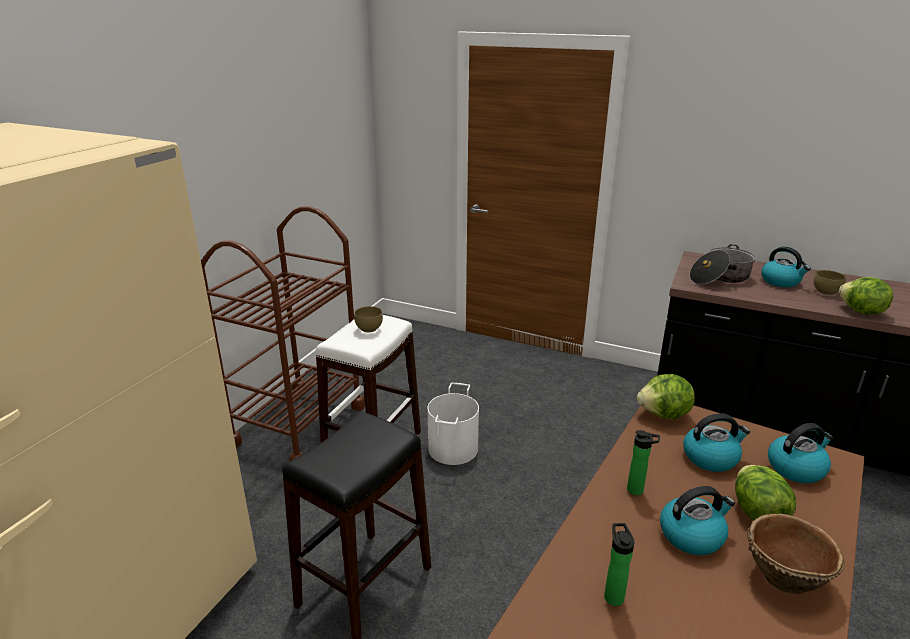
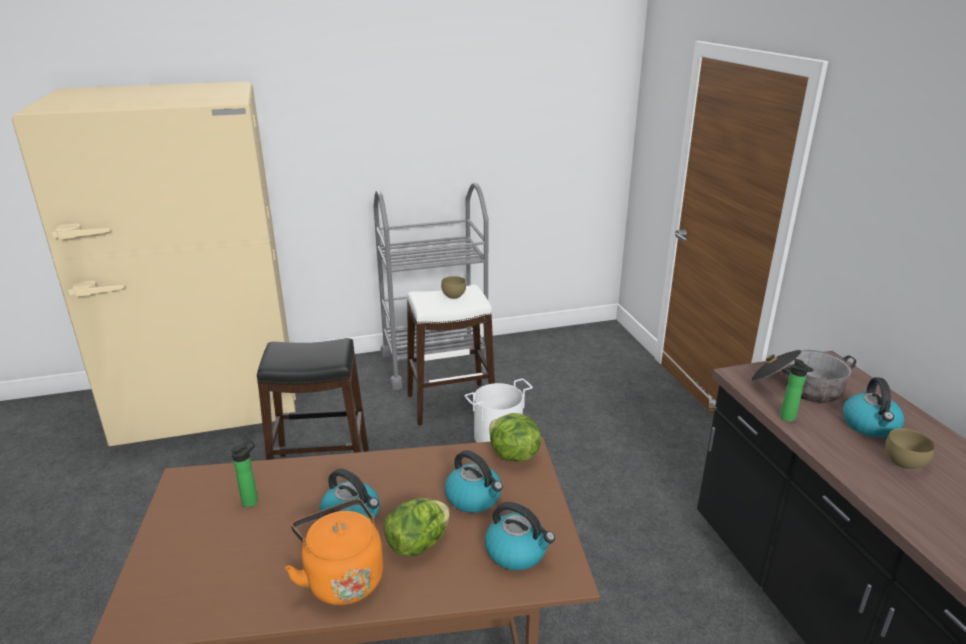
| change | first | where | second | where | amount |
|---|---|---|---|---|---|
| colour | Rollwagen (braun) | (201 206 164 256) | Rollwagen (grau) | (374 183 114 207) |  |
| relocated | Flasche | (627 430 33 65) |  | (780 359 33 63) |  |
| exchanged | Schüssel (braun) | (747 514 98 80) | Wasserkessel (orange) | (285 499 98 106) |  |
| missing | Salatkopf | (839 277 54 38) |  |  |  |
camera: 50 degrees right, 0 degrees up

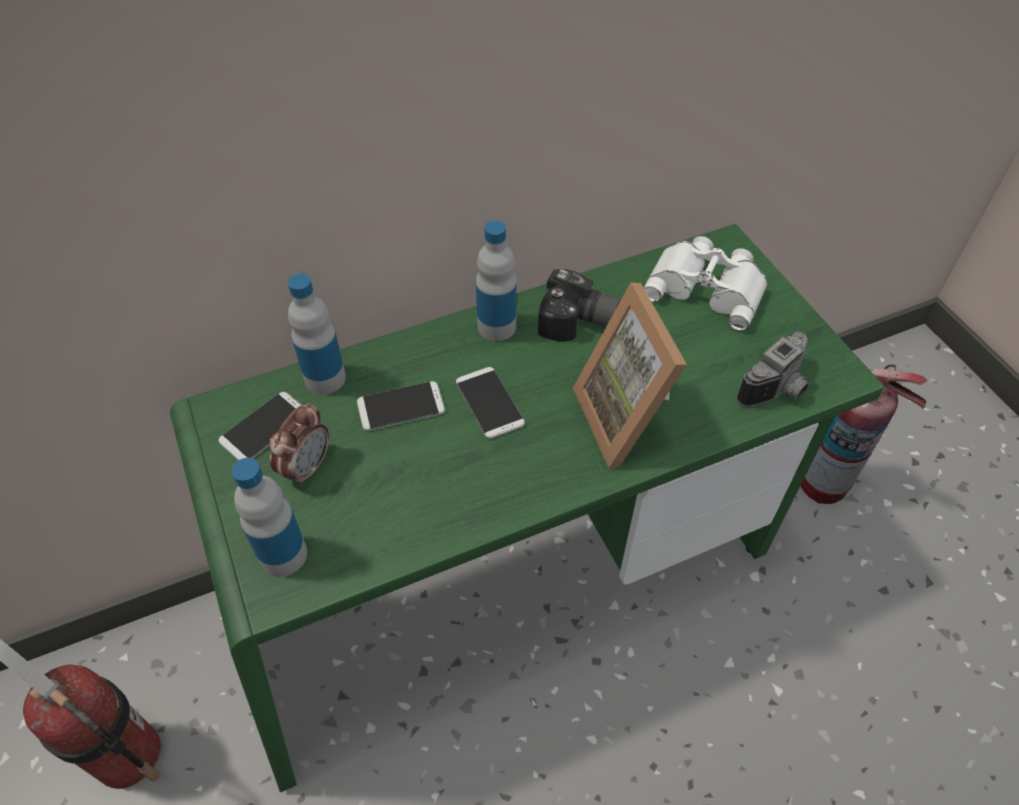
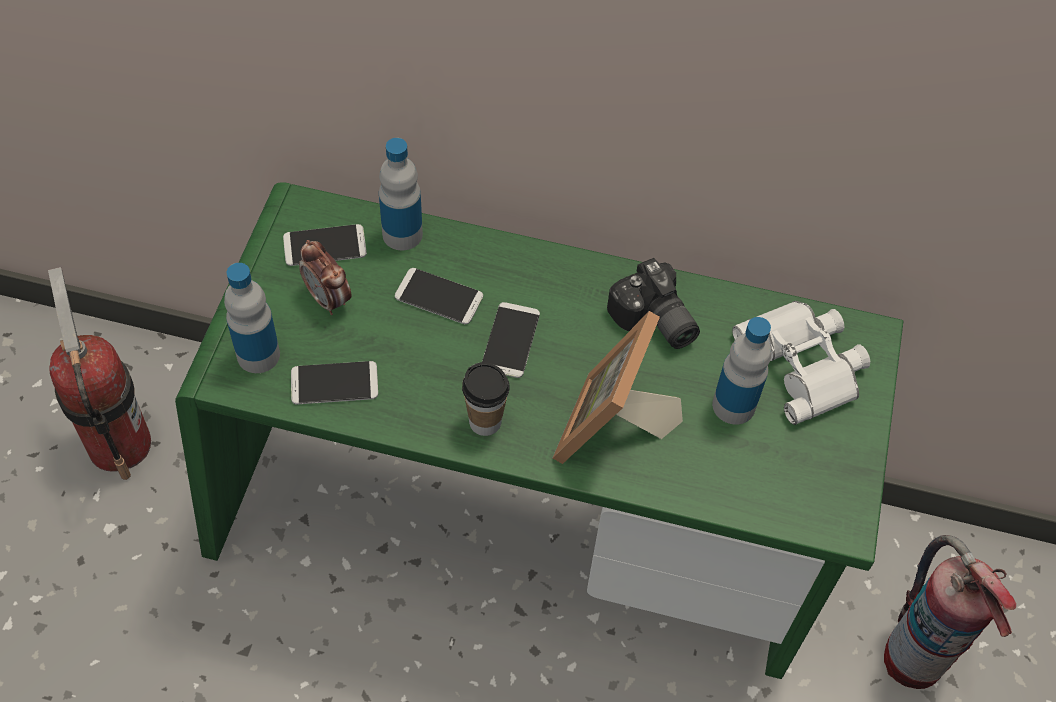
| change | first | where | second | where | amount |
|---|---|---|---|---|---|
| spun | Wecker | (269 403 60 84) |  | (299 240 52 75) | 75 degrees clockwise |
| relocated | Flasche | (476 220 41 121) |  | (712 317 59 108) |  |
| missing | Kamera | (736 331 72 76) |  |  |  |
| appeared |  |  | Handy | (291 361 87 43) |  |
| appeared |  |  | Tasse | (462 362 48 74) |  |
camera: 35 degrees right, 5 degrees up

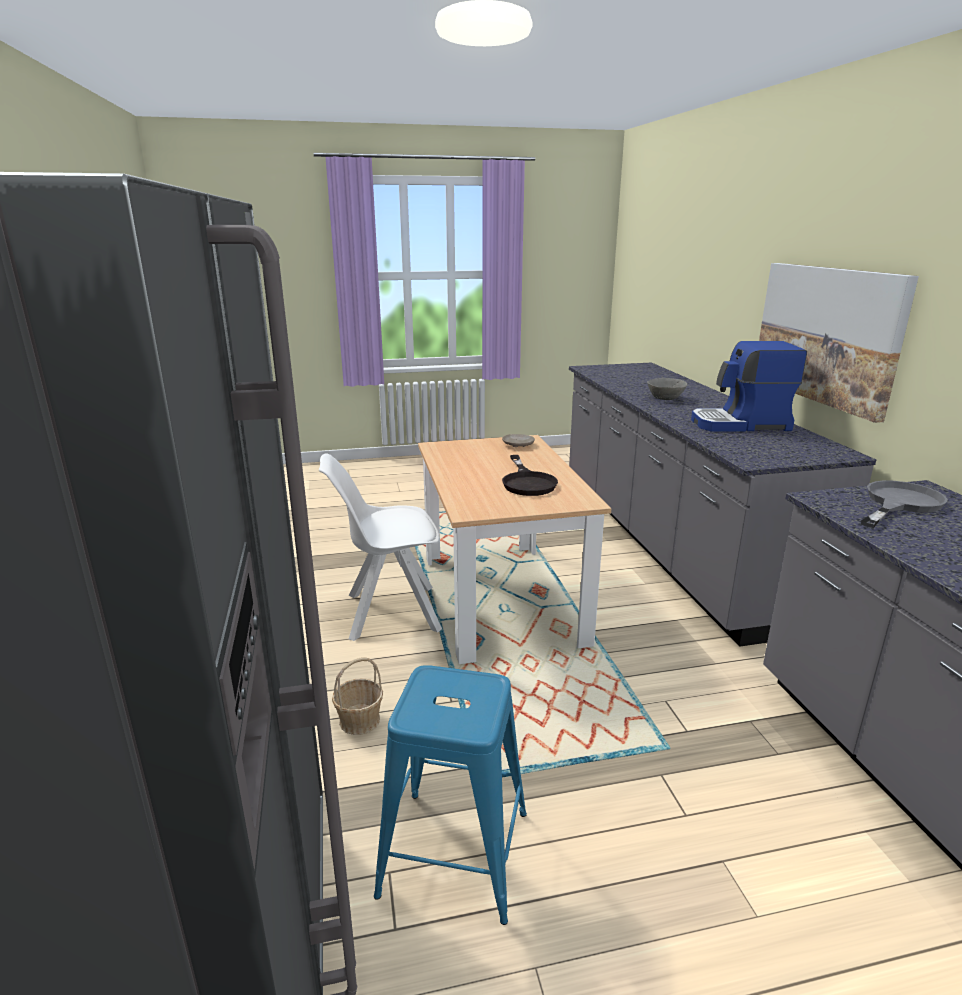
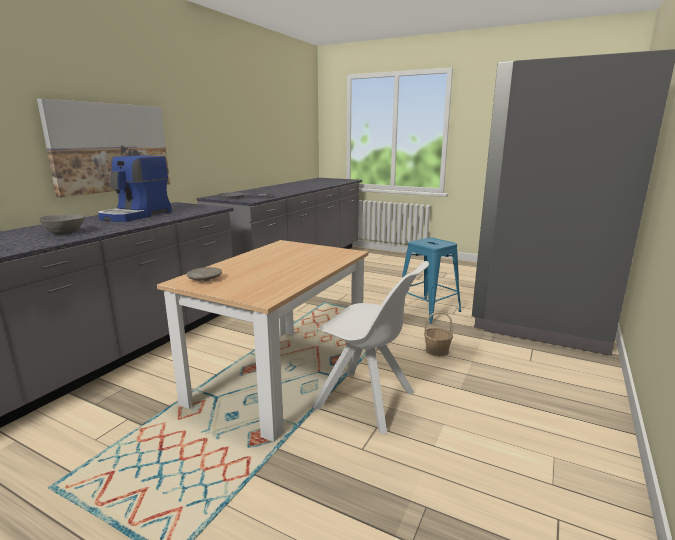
| change | first | where | second | where | amount |
|---|---|---|---|---|---|
| missing | Pfanne (schwarz) | (502 455 56 41) |  |  |  |
| spun | Kaffeemaschine | (691 341 116 90) |  | (98 156 74 66) | 75 degrees clockwise |
camera: 140 degrees left, 5 degrees down

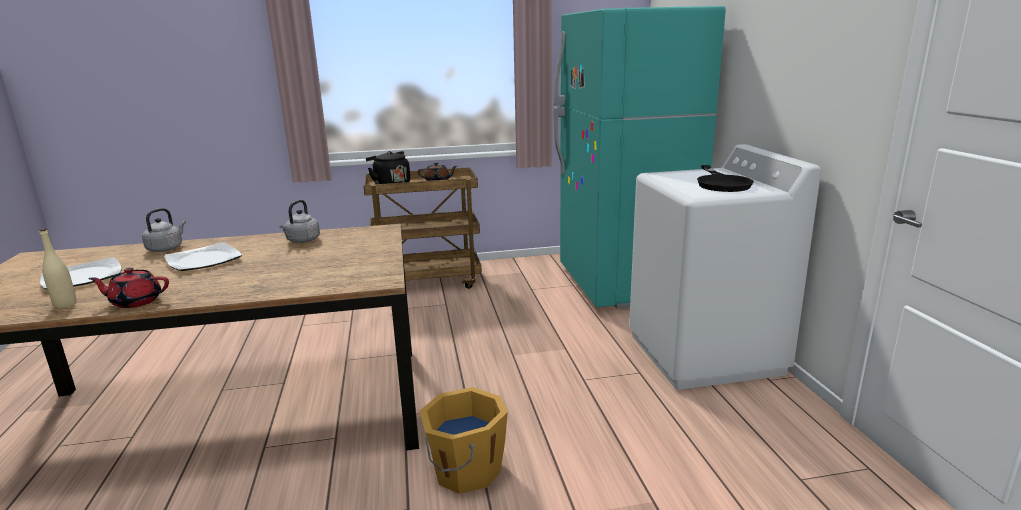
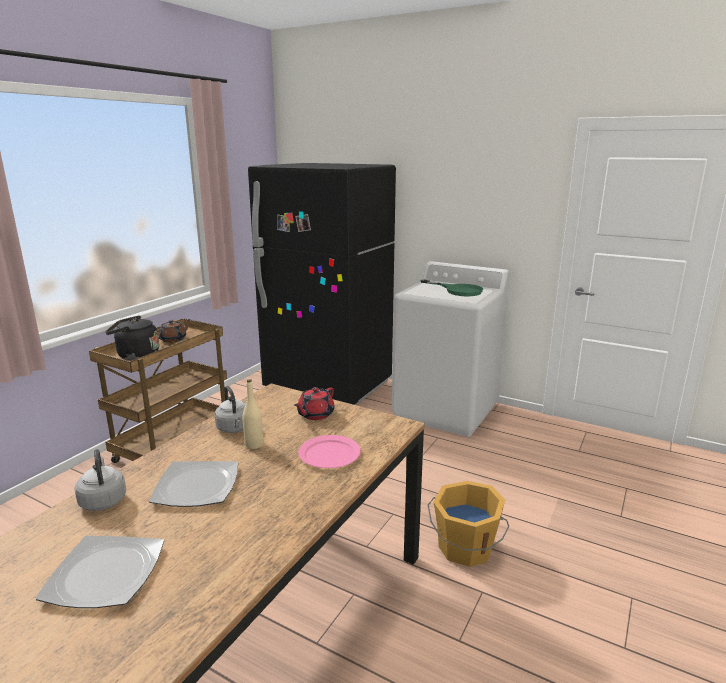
| change | first | where | second | where | amount |
|---|---|---|---|---|---|
| relocated | Flasche (beige) | (39 229 38 79) |  | (243 379 20 70) |  |
| relocated | Teekanne (rot) | (88 268 81 40) |  | (294 387 41 33) |  |
| colour | Kühlschrank (türkis) | (553 6 173 303) | Kühlschrank (schwarz) | (248 163 148 242) |  |
| colour | Pfanne (schwarz) | (697 165 57 27) | Pfanne (grün) | (420 279 63 17) |  |
| appeared |  |  | Teller (rosa) | (298 435 63 33) |  |
camera: 50 degrees left, 0 degrees up

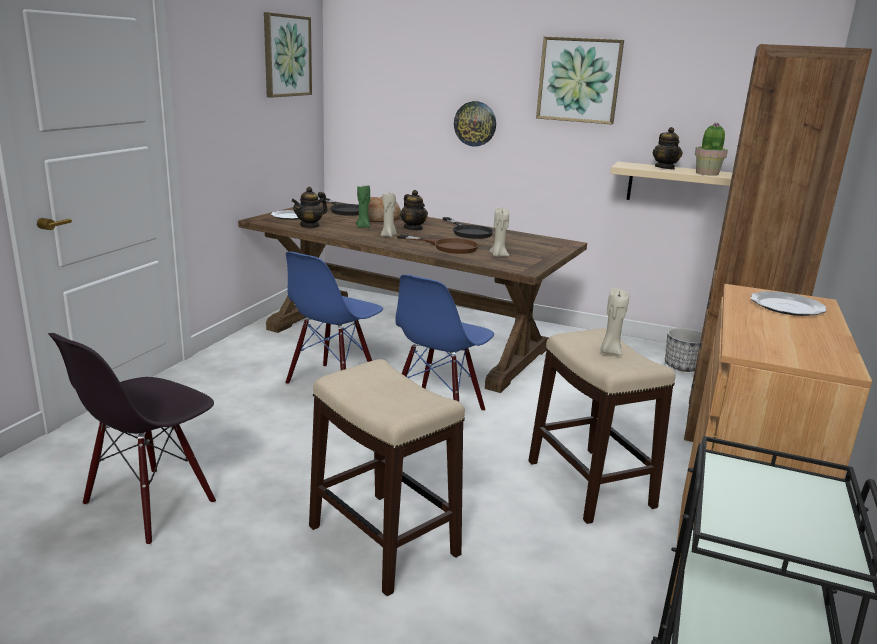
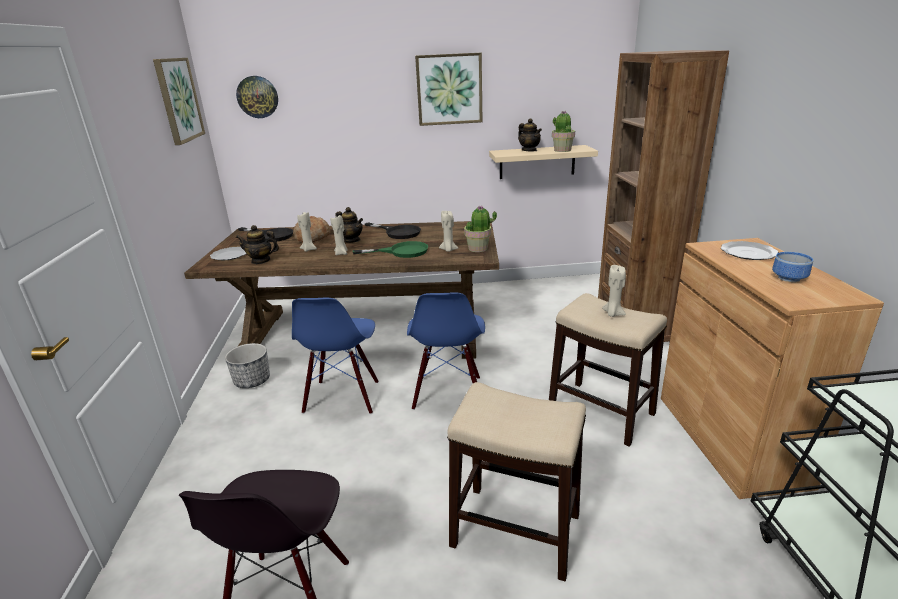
| change | first | where | second | where | amount |
|---|---|---|---|---|---|
| spun | Teekanne | (291 186 37 42) |  | (236 225 43 39) | 75 degrees clockwise |
| colour | Kerze (grün) | (356 185 14 43) | Kerze (beige) | (297 211 20 41) |  |
| colour | Pfanne (braun) | (397 234 82 20) | Pfanne (grün) | (352 241 76 17) |  |
| relocated | Wanduhr | (454 101 42 46) |  | (236 76 42 42) |  |
| relocated | Pflanzkübel | (665 328 37 44) |  | (225 343 45 45) |  |
| appeared |  |  | Topfpflanze | (464 205 33 47) |  |
| appeared |  |  | Schüssel | (772 252 41 30) |  |
camera: 25 degrees left, 5 degrees up

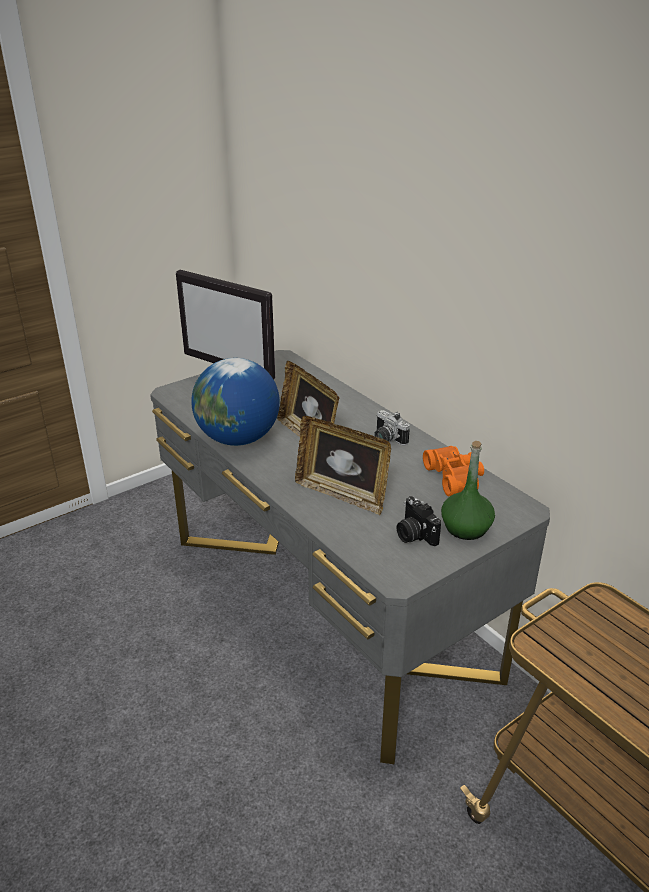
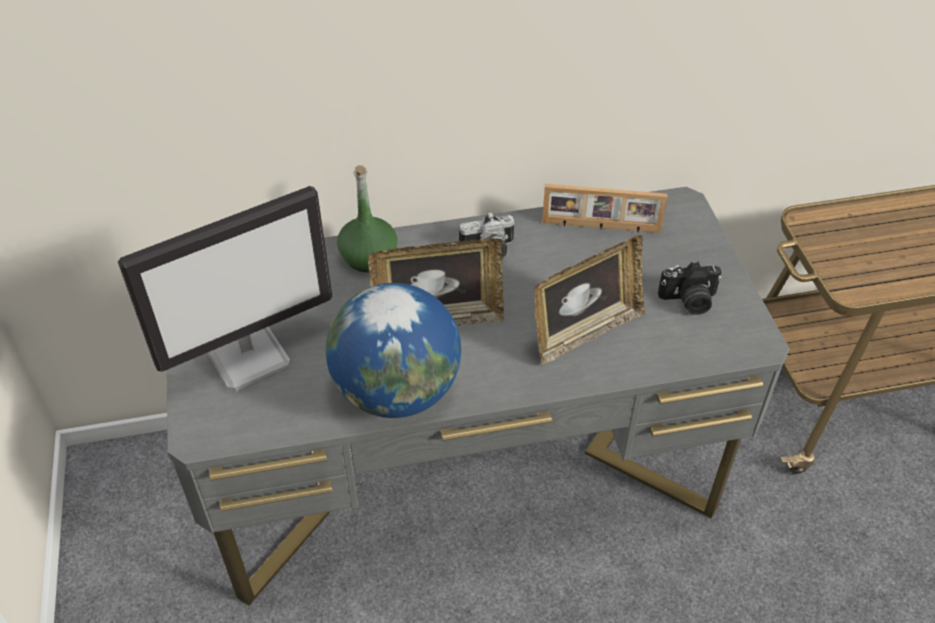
| change | first | where | second | where | amount |
|---|---|---|---|---|---|
| exchanged | Fernglas (orange) | (423 446 61 50) | Bilderrahmen | (542 184 126 49) |  |
| relocated | Flasche (grün) | (441 441 54 99) |  | (337 165 61 107) |  |
camera: 65 degrees left, 15 degrees up

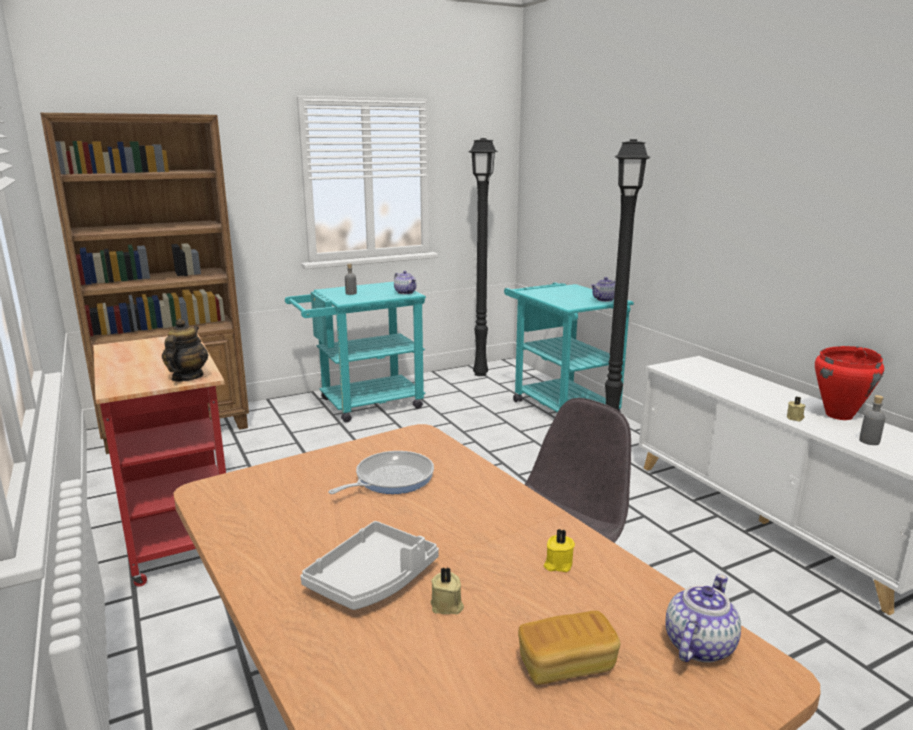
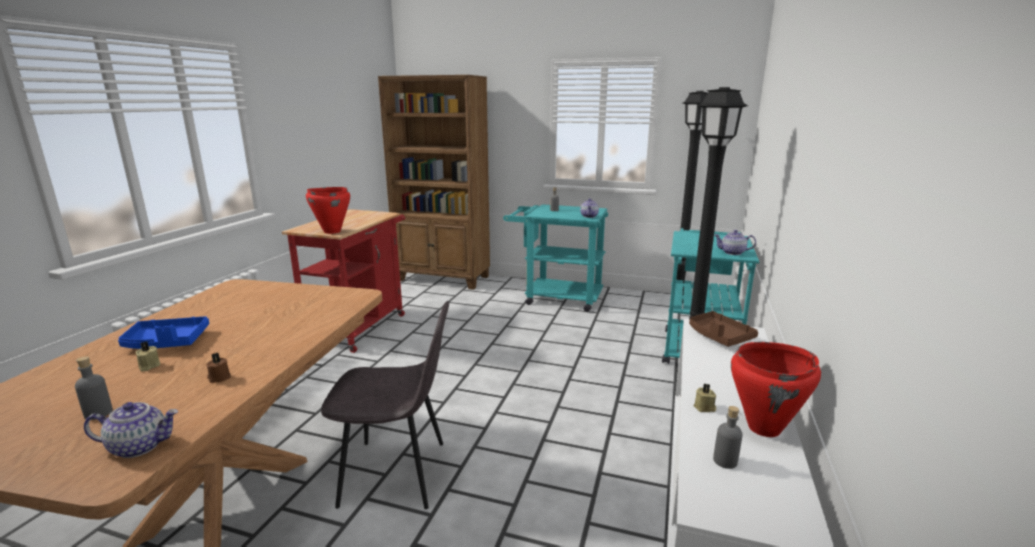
| change | first | where | second | where | amount |
|---|---|---|---|---|---|
| exchanged | Teekanne | (162 318 46 64) | Kochtopf (rot) | (306 187 44 47) |  |
| colour | Tablett (grau) | (300 521 139 89) | Tablett (blau) | (118 316 91 33) |  |
| missing | Pfanne | (328 451 106 43) |  |  |  |
| exchanged | Brot | (518 611 102 74) | Flasche (grau) | (75 356 38 64) |  |
| colour | Kerze (gelb) | (544 529 31 43) | Kerze (braun) | (206 353 25 30) |  |
| appeared |  |  | Tablett (braun) | (689 311 69 36) |  |
camera: 45 degrees right, 0 degrees up

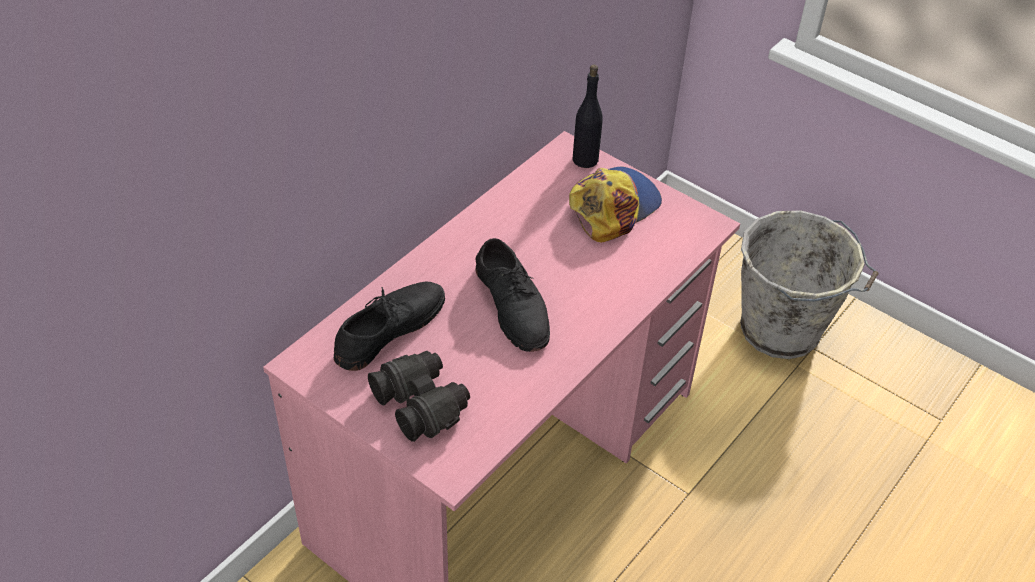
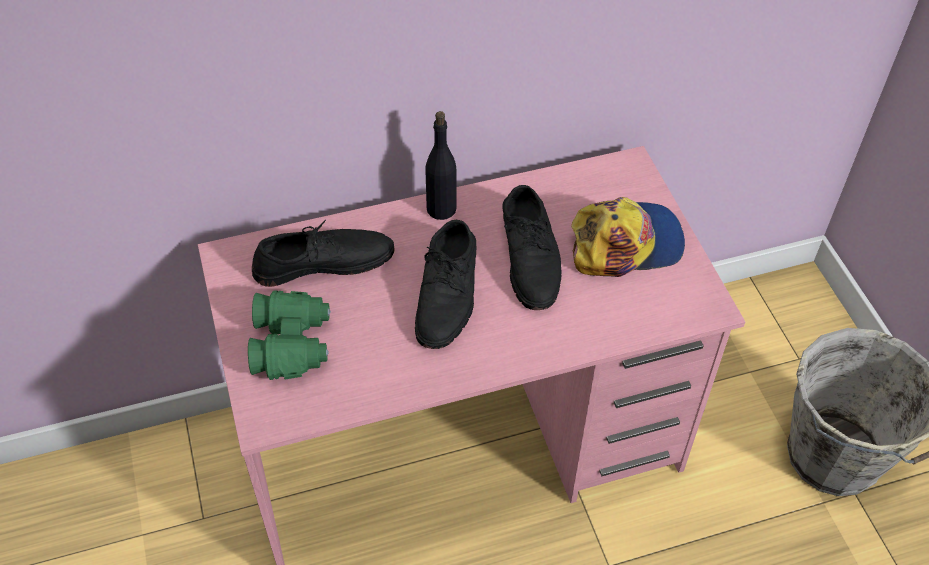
| change | first | where | second | where | amount |
|---|---|---|---|---|---|
| colour | Fernglas (schwarz) | (368 351 102 91) | Fernglas (grün) | (248 290 83 90) |  |
| relocated | Flasche (schwarz) | (573 65 29 103) |  | (425 111 31 109) |  |
| appeared |  |  | Schuh (schwarz) | (502 185 59 125) |  |
camera: 35 degrees right, 5 degrees up

